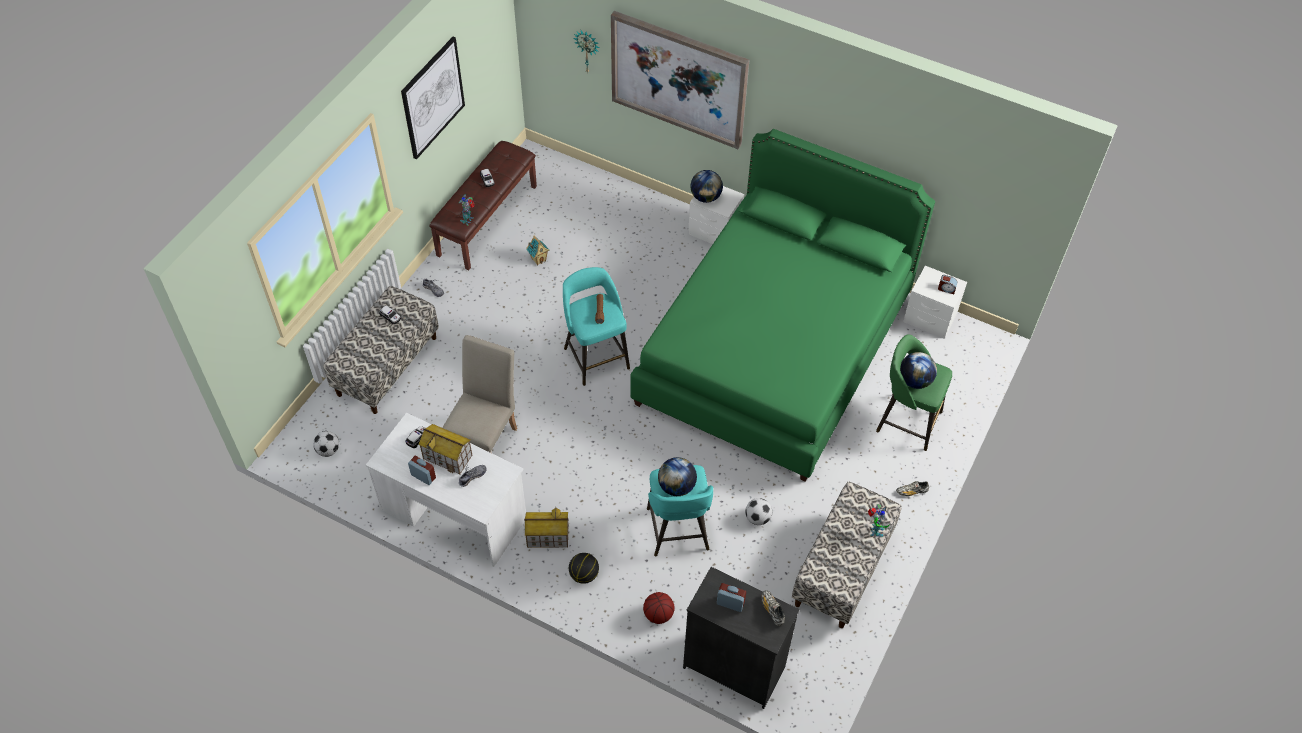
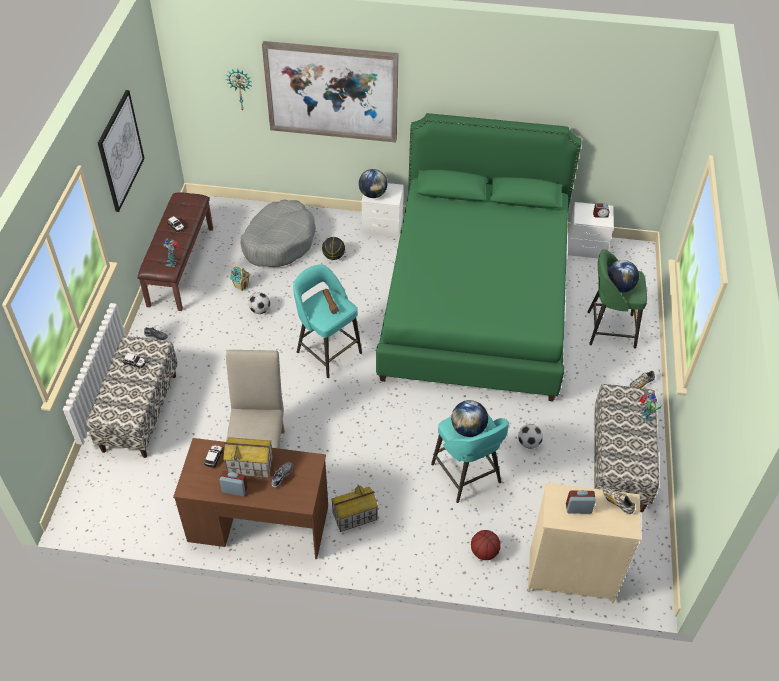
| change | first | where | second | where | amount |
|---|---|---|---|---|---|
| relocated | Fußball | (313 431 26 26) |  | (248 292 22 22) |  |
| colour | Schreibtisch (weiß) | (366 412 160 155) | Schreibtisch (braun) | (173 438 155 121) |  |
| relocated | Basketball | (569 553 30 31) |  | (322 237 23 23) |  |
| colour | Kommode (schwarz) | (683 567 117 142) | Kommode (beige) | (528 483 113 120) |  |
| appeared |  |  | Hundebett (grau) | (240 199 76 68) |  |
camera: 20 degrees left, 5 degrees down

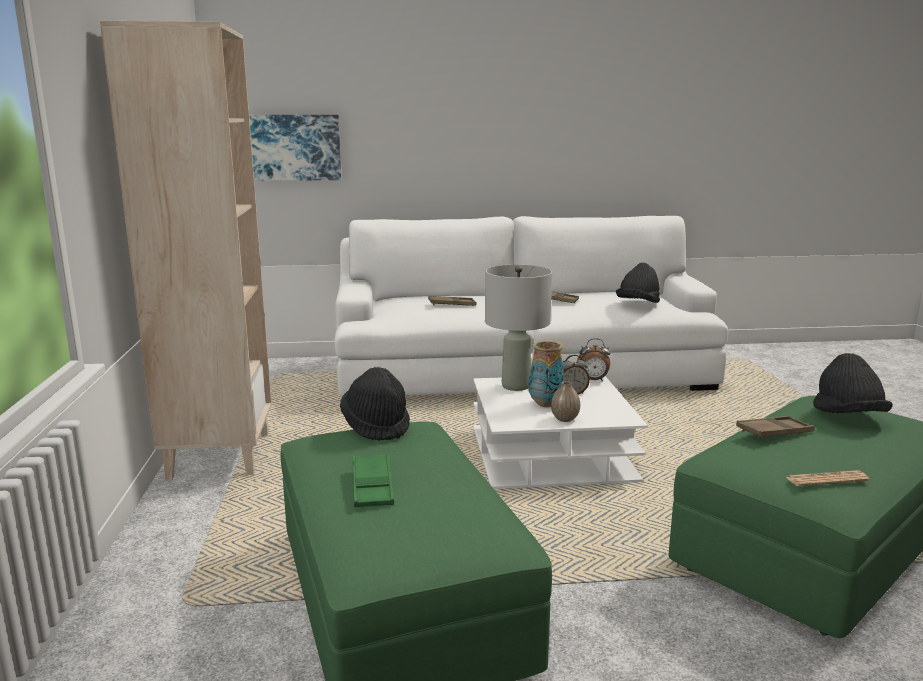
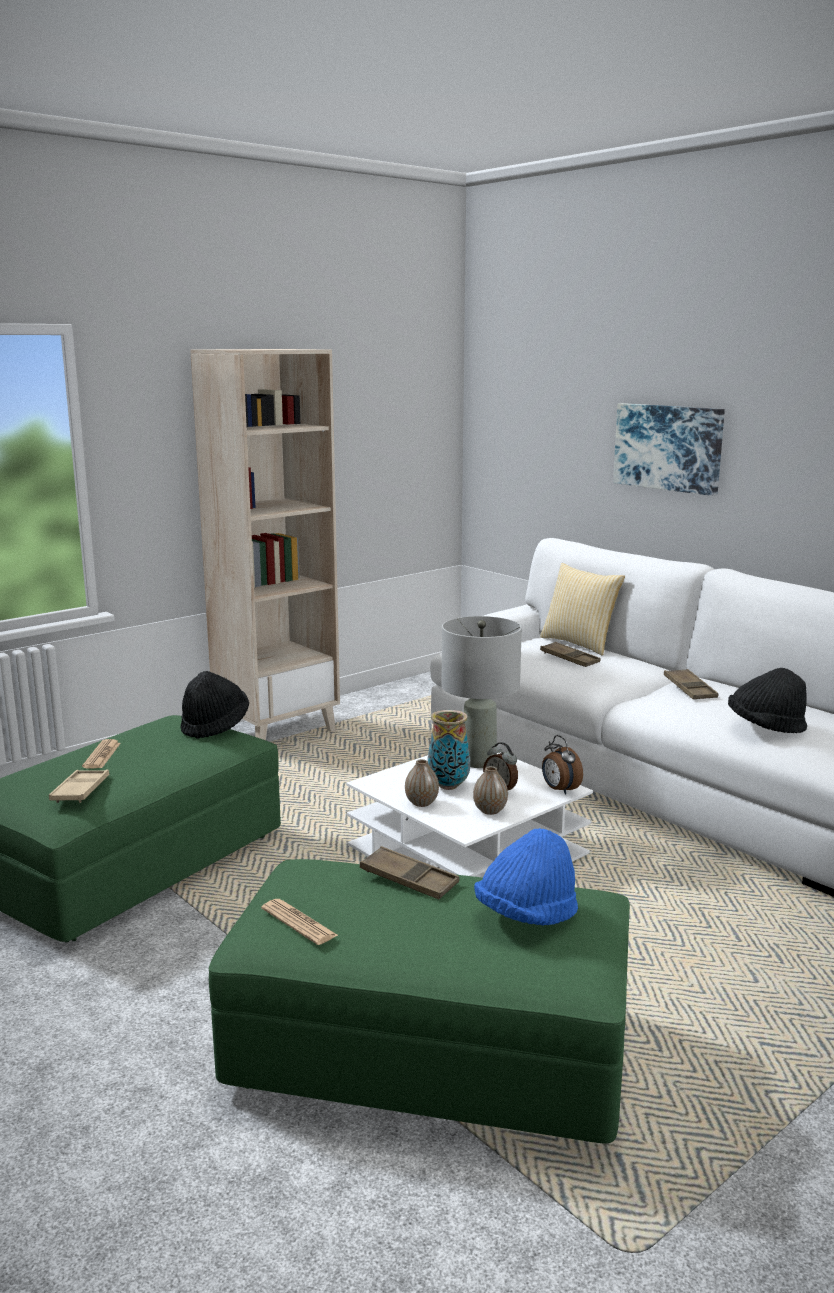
| change | first | where | second | where | amount |
|---|---|---|---|---|---|
| relocated | Bild | (249 115 92 66) |  | (613 403 112 93) |  |
| exchanged | Tablett (grün) | (352 453 42 54) | Zeitung | (82 739 39 29) |  |
| colour | Hut (schwarz) | (813 353 80 60) | Hut (blau) | (474 828 104 98) |  |
| appeared |  |  | Tablett (beige) | (49 769 60 34) |  |
| appeared |  |  | Vase | (473 766 35 49) |  |
| appeared |  |  | Kissen | (540 563 85 93) |  |
camera: 55 degrees right, 0 degrees up

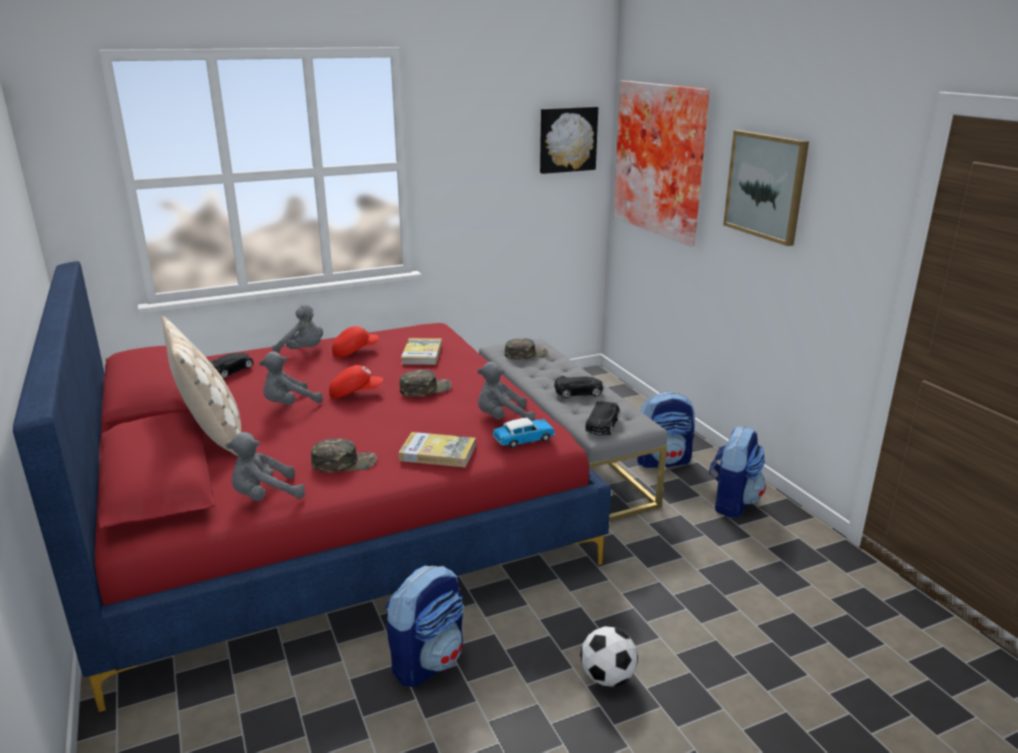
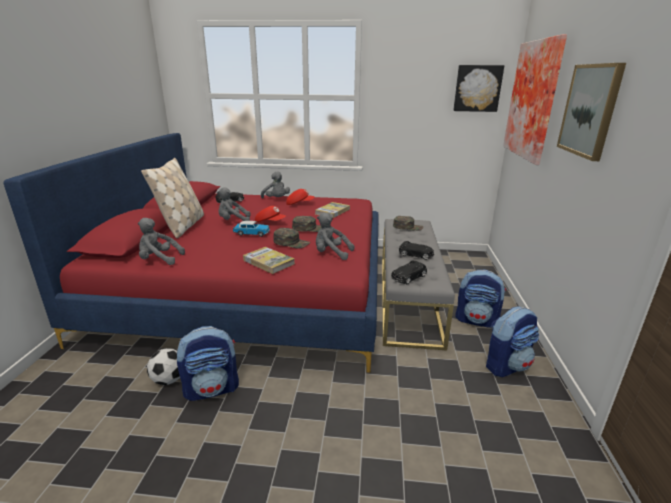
| change | first | where | second | where | amount |
|---|---|---|---|---|---|
| relocated | Kappe (grün) | (311 438 66 34) |  | (273 228 37 21) |  |
| relocated | Spielzeugauto | (493 417 62 31) |  | (233 221 37 16) |  |
| relocated | Fußball | (580 626 58 61) |  | (147 348 33 37) |  |
camera: 30 degrees right, 0 degrees up

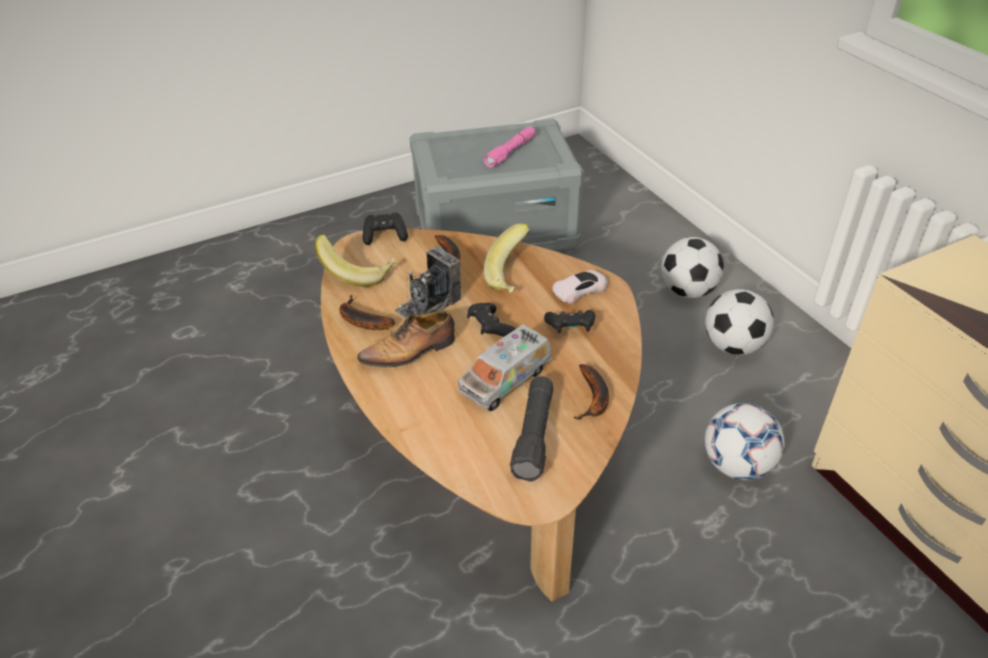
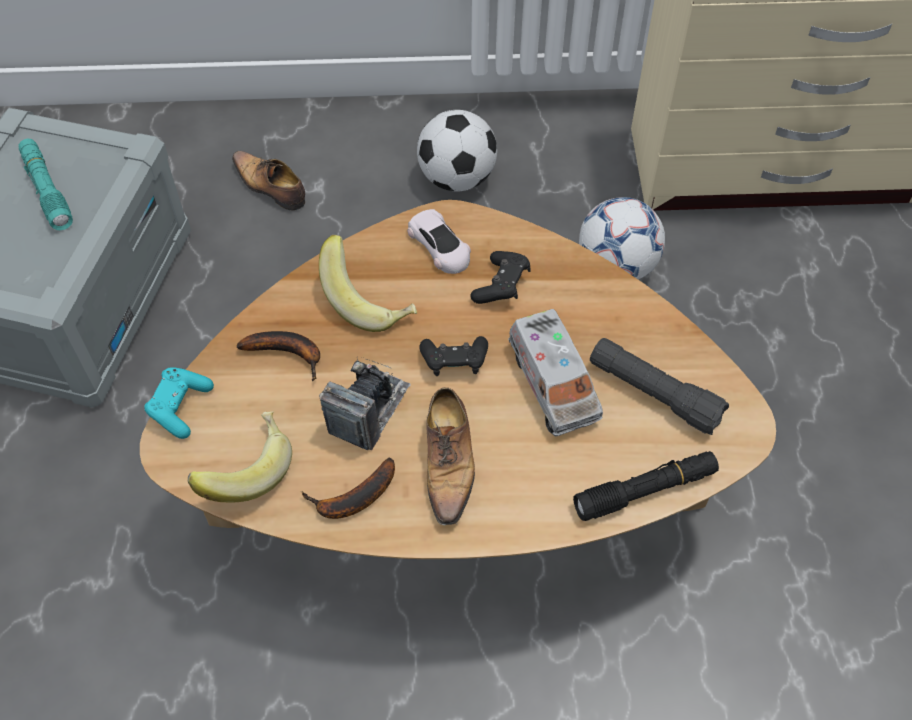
| change | first | where | second | where | amount |
|---|---|---|---|---|---|
| colour | Gamepad (schwarz) | (363 212 45 33) | Gamepad (türkis) | (144 367 70 72) |  |
| spun | Kamera | (394 247 67 72) |  | (319 356 92 94) | 135 degrees counterclockwise |
| colour | Taschenlampe (rosa) | (484 126 51 42) | Taschenlampe (türkis) | (19 138 54 92) |  |
| spun | Spielzeugauto (weiß) | (552 270 56 34) |  | (407 209 64 65) | 150 degrees clockwise |
| missing | Banane | (573 364 36 56) |  |  |  |
| missing | Fußball | (661 237 63 61) |  |  |  |
| appeared |  |  | Schuh | (232 151 73 60) |  |
| appeared |  |  | Taschenlampe (schwarz) | (573 451 146 70) |  |
camera: 65 degrees left, 15 degrees up

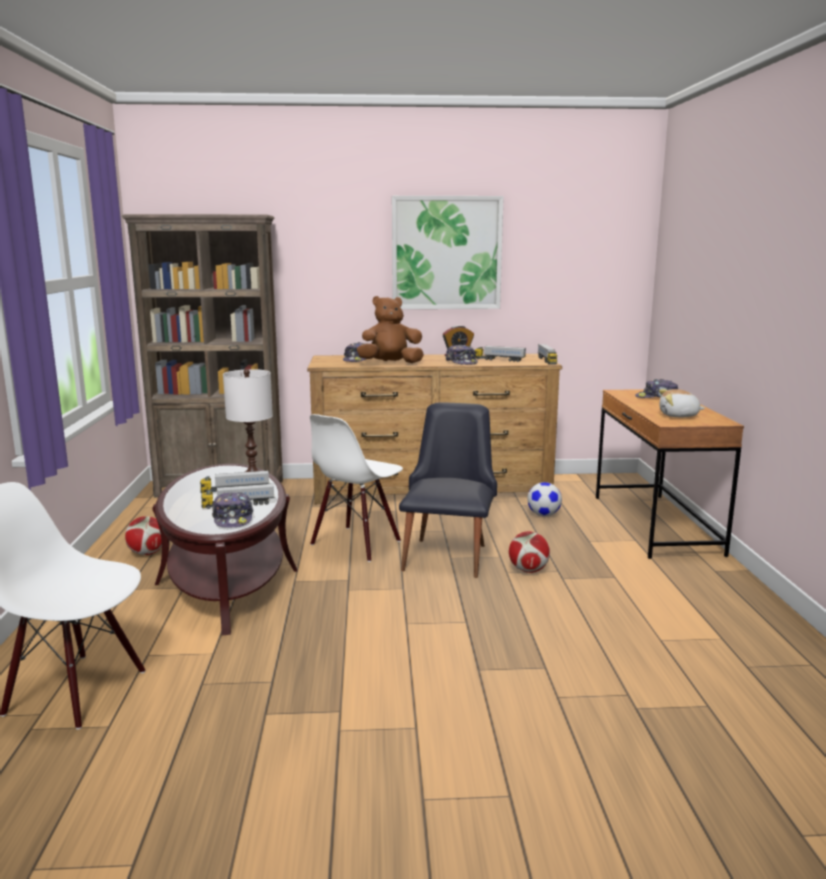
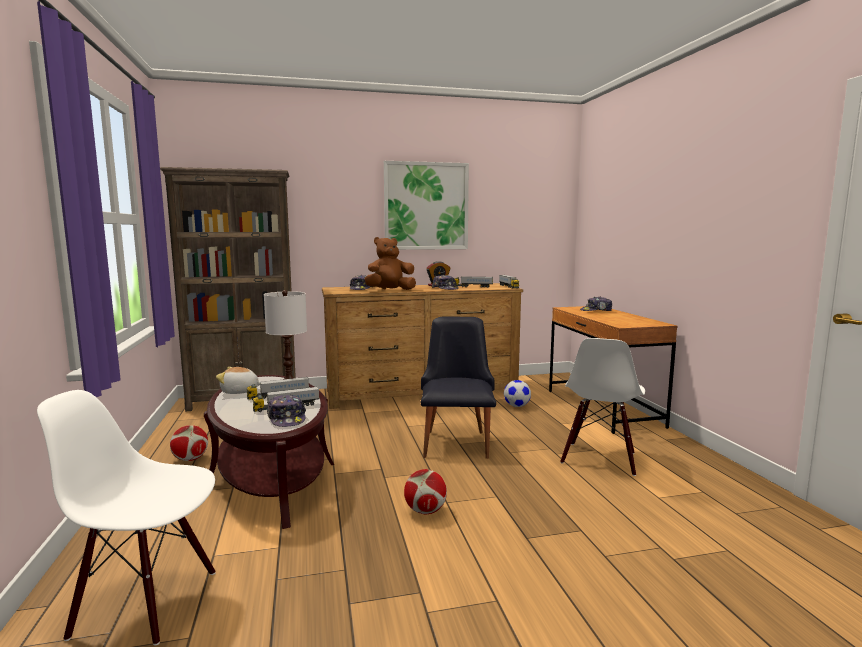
| change | first | where | second | where | amount |
|---|---|---|---|---|---|
| relocated | Stuhl (weiß) | (310 414 93 148) |  | (560 338 85 138) |  |
| relocated | Fußball | (509 531 41 42) |  | (404 469 43 45) |  |
| relocated | Plüschtier | (659 389 46 28) |  | (216 367 44 27) |  |
camera: 10 degrees left, 5 degrees down

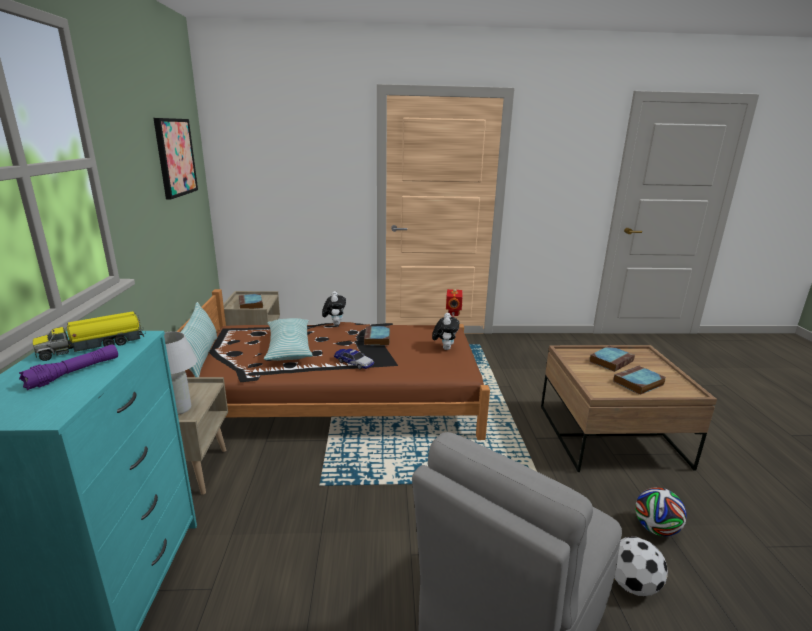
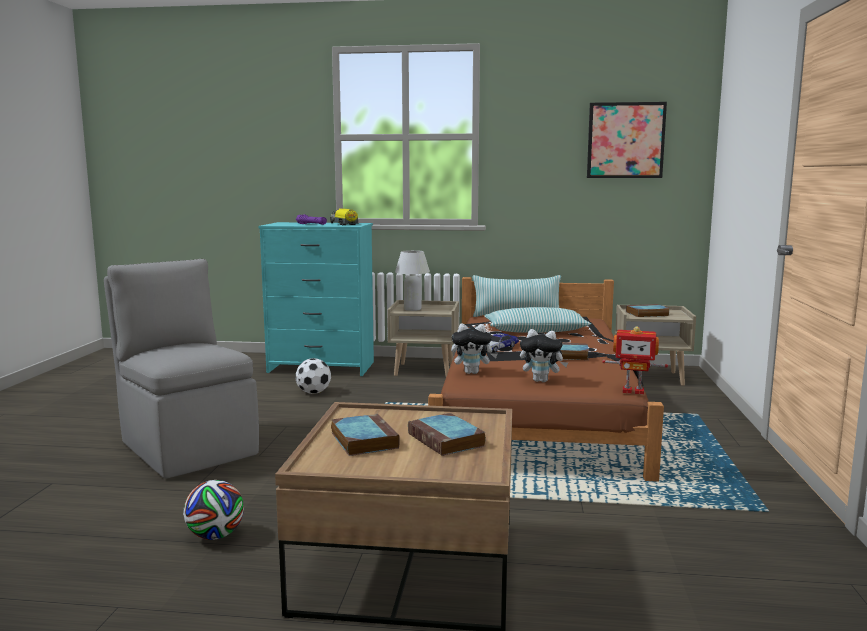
| change | first | where | second | where | amount |
|---|---|---|---|---|---|
| relocated | Plüschtier | (322 291 24 34) |  | (451 324 46 50) |  |
| relocated | Fußball | (614 537 54 59) |  | (295 358 36 36) |  |
camera: 100 degrees right, 10 degrees down

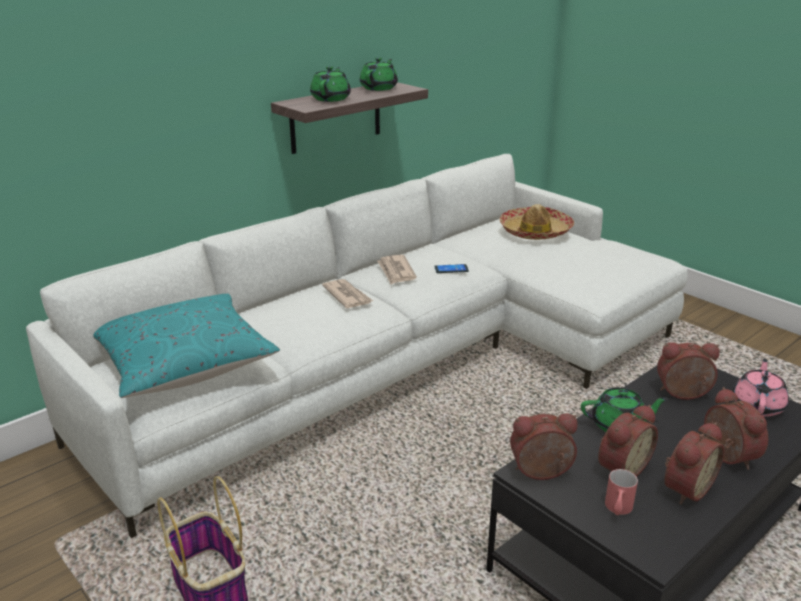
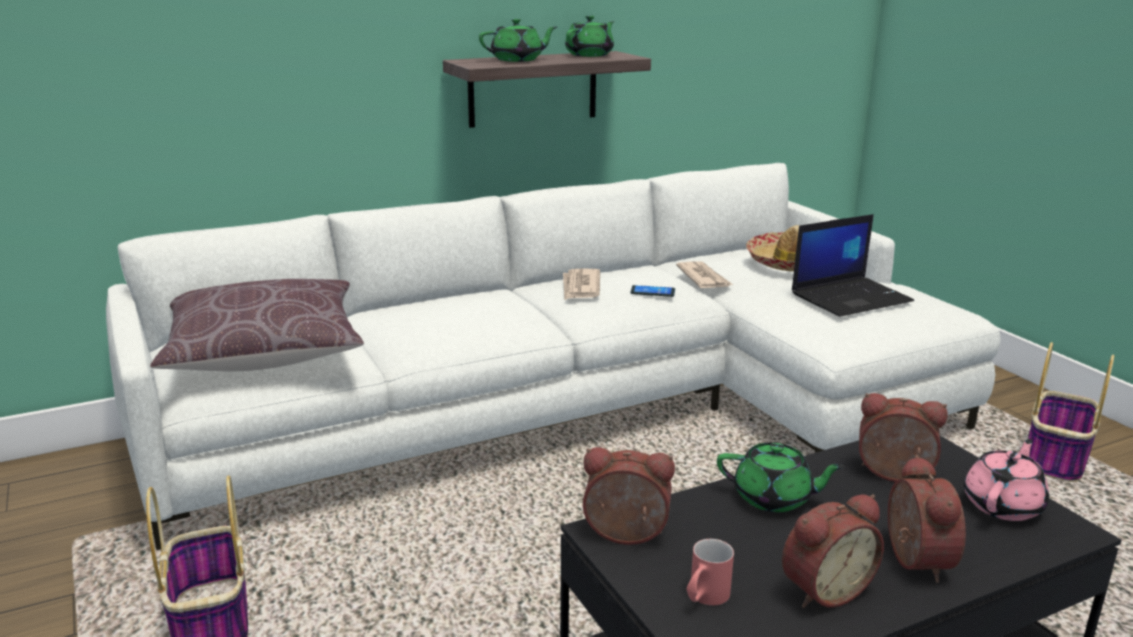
| change | first | where | second | where | amount |
|---|---|---|---|---|---|
| colour | Kissen (türkis) | (93 294 187 104) | Kissen (braun) | (150 279 214 92) |  |
| spun | Teekanne (grün) | (310 66 41 36) |  | (479 19 78 43) | 45 degrees clockwise |
| relocated | Zeitung | (322 279 51 29) |  | (676 261 57 27) |  |
| missing | Wecker | (598 405 60 72) |  |  |  |
| appeared |  |  | Laptop | (792 214 122 103) |  |
| appeared |  |  | Korb | (1028 342 86 140) |  |
camera: 15 degrees right, 5 degrees down

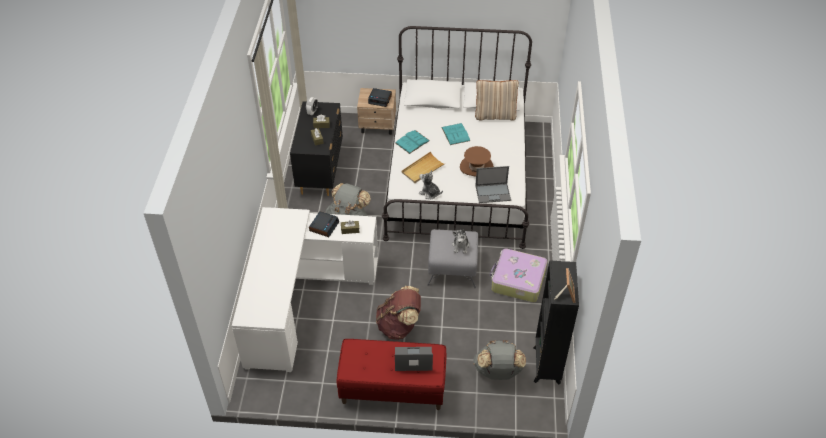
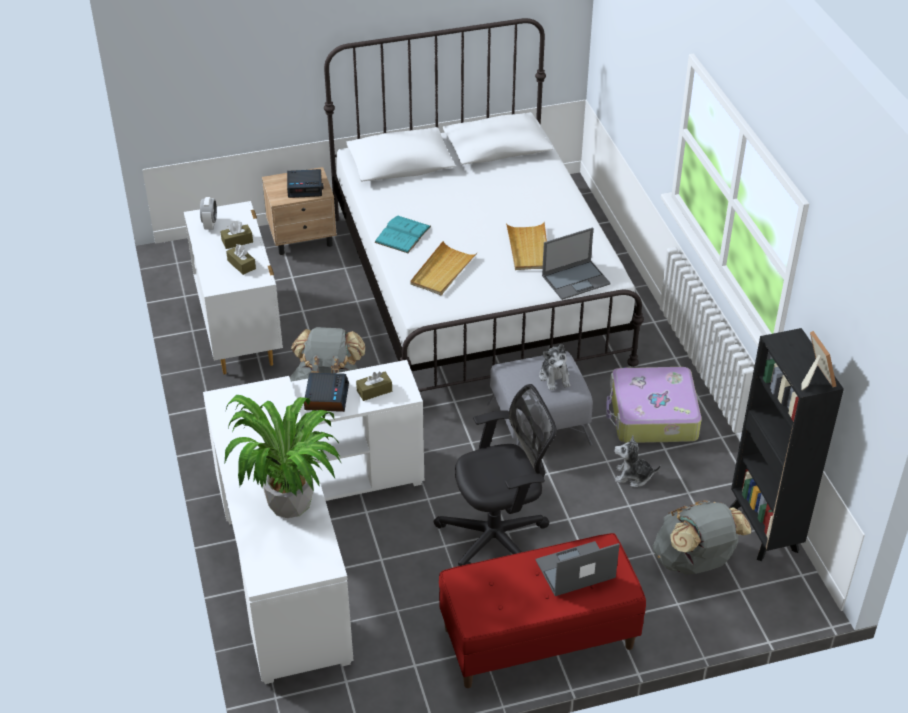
| change | first | where | second | where | amount |
|---|---|---|---|---|---|
| colour | Kommode (schwarz) | (290 101 53 95) | Kommode (weiß) | (184 201 99 174) |  |
| exchanged | Rucksack (braun) | (376 286 45 54) | Bürostuhl (schwarz) | (434 384 123 182) |  |
| relocated | Plüschtier | (419 170 24 29) |  | (614 435 47 52) |  |
| missing | Buch (türkis) | (441 123 29 22) |  |  |  |
| exchanged | Hut (braun) | (460 146 34 31) | Tablett (beige) | (506 221 41 49) |  |
| missing | Kissen (beige) | (475 80 44 40) |  |  |  |
| appeared |  |  | Topfpflanze | (224 395 118 123) |  |
camera: 20 degrees left, 5 degrees down

